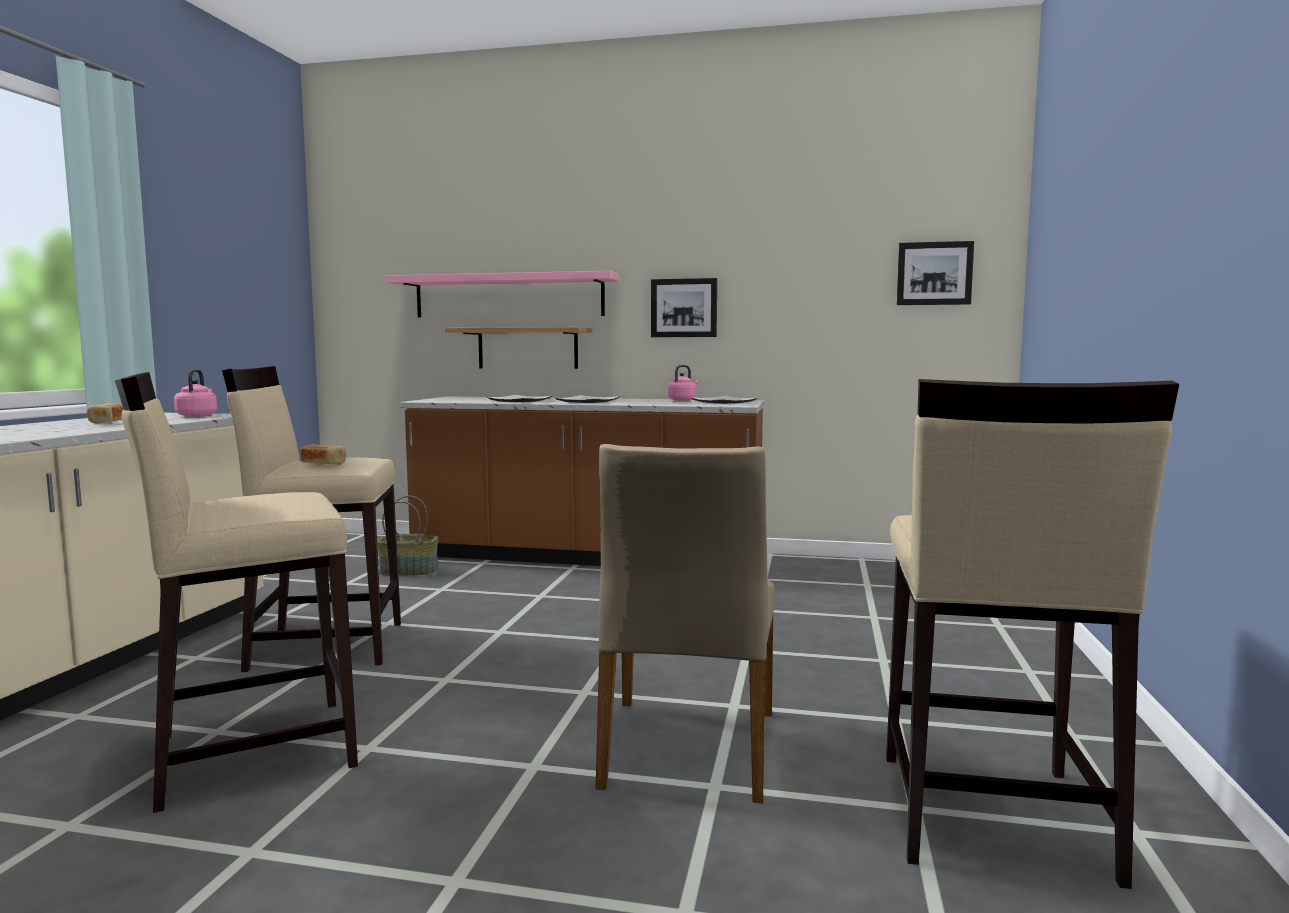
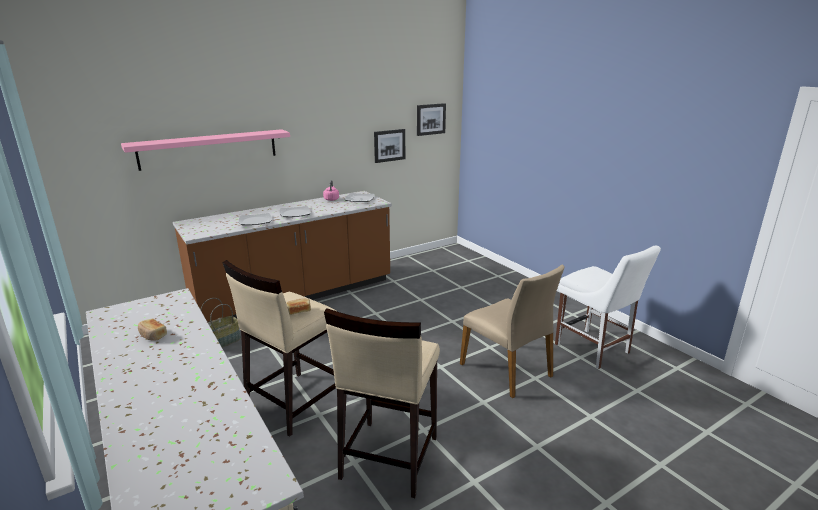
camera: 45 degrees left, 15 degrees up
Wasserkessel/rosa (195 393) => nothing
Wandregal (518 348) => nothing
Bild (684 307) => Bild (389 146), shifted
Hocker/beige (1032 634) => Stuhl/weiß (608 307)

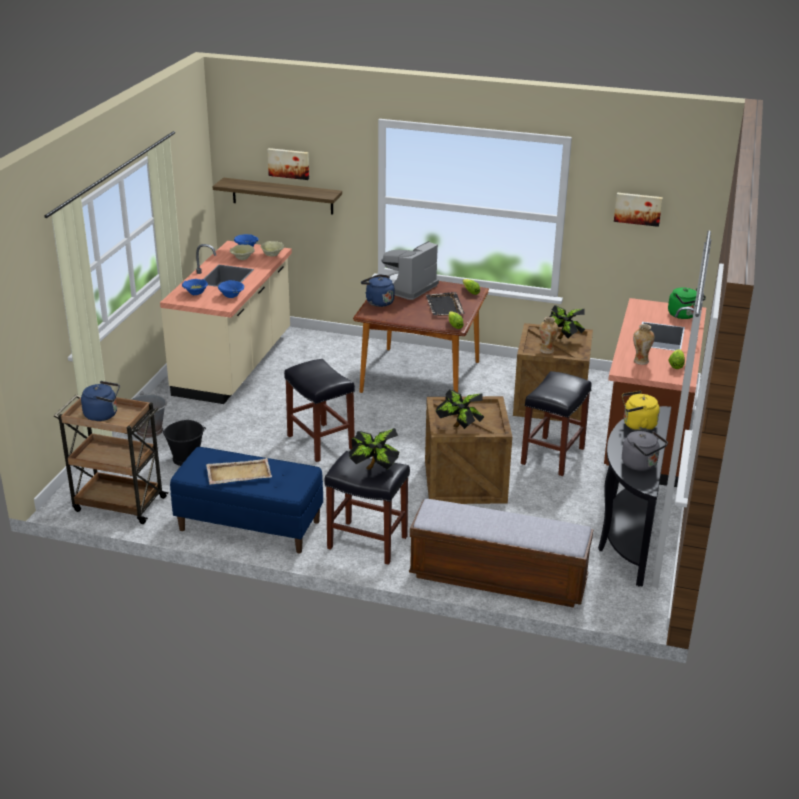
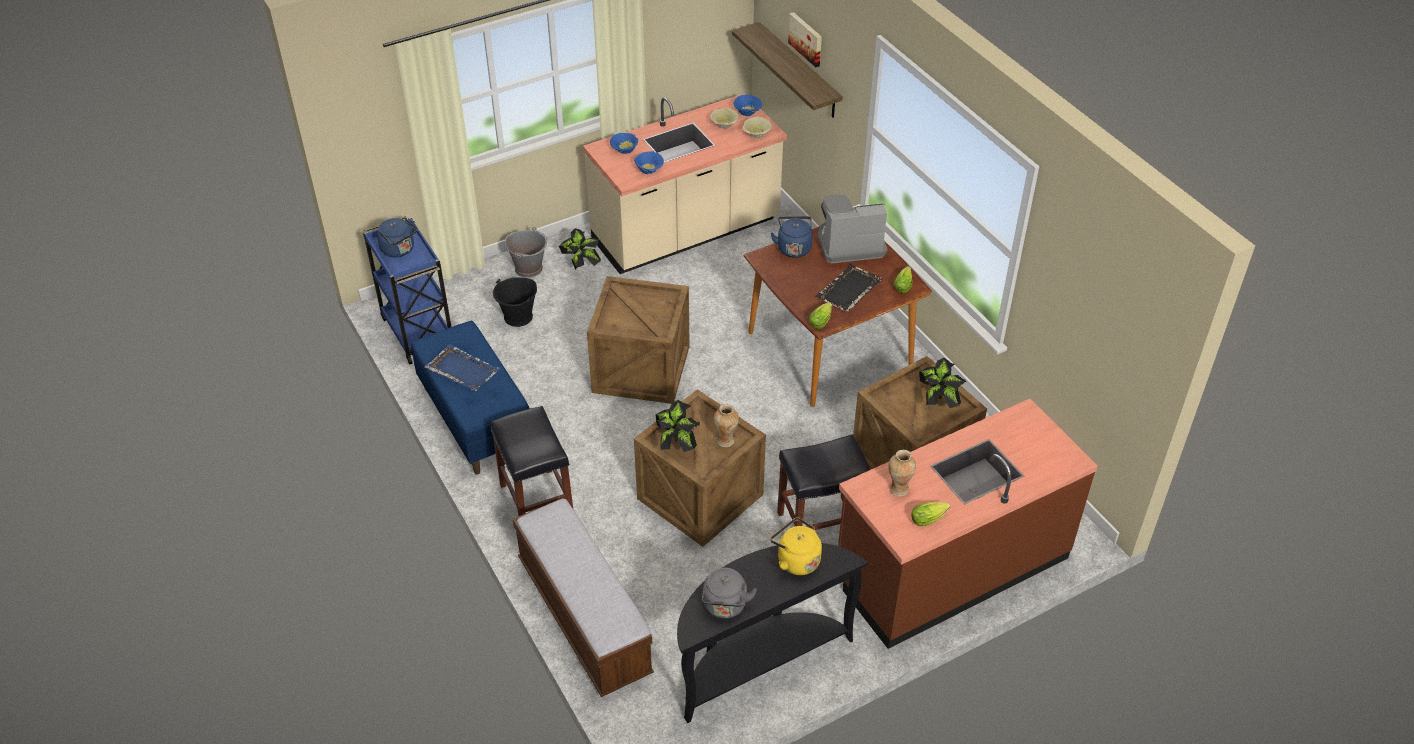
camera: 45 degrees right, 15 degrees up
Bild (638 210) => nothing
Wasserkessel/grün (687 303) => nothing
Topfpflanze (374 449) => Topfpflanze (580 249), shifted
Vase (548 335) => Vase (726 425), shifted
Hocker/schwarz (319 410) => Kiste (638 340)
Rollwagen/braun (111 458) => Rollwagen/blau (407 290)
Tablett/beige (239 471) => Tablett/blau (462 367)

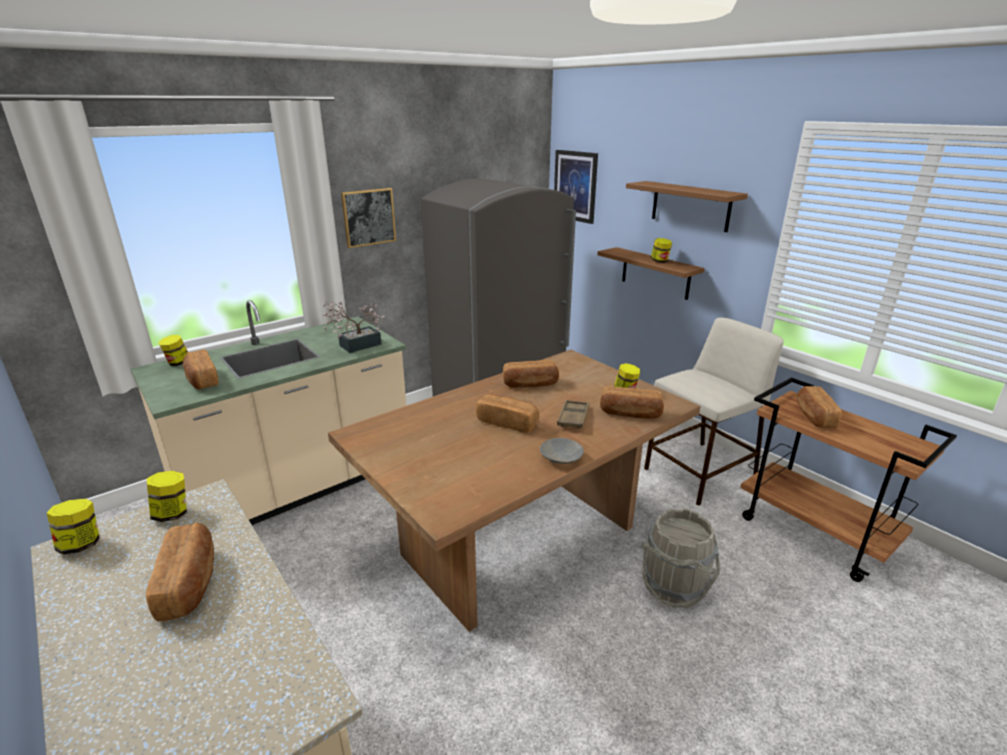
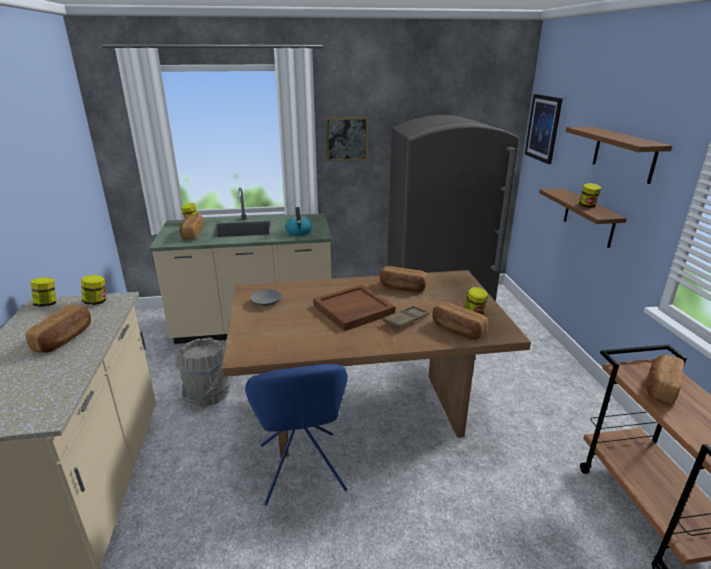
camera: 30 degrees right, 0 degrees up
Hocker/beige (714 411) => nothing
nothing => Stuhl/blau (296 434)
Schüssel/grau (562 451) => Schüssel/grau (266 297), shifted
Eimer/grau (680 558) => Eimer/grau (203 372), shifted
Topfpflanze (353 327) => Wasserkessel (298 221)
Brot (507 413) => Tablett/braun (354 308)

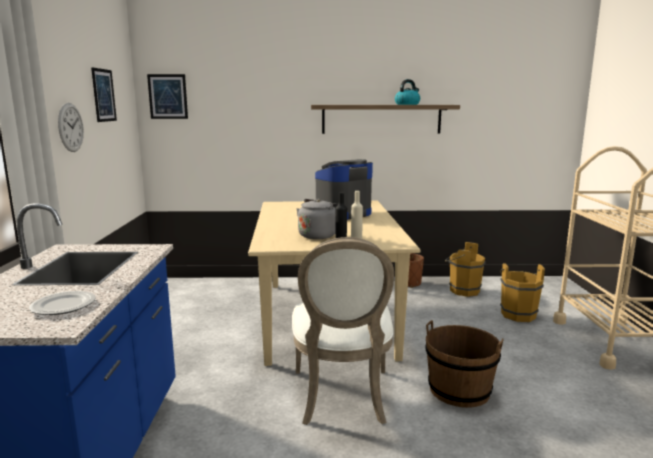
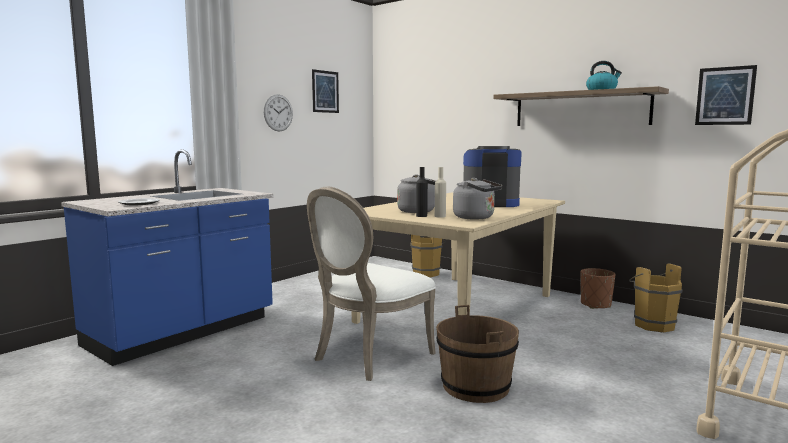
camera: 40 degrees right, 5 degrees down
nothing => Wasserkessel/grau (478 199)
Bild (167 96) => Bild (726 95), shifted
Eimer/braun (522 292) => Eimer/braun (427 256), shifted

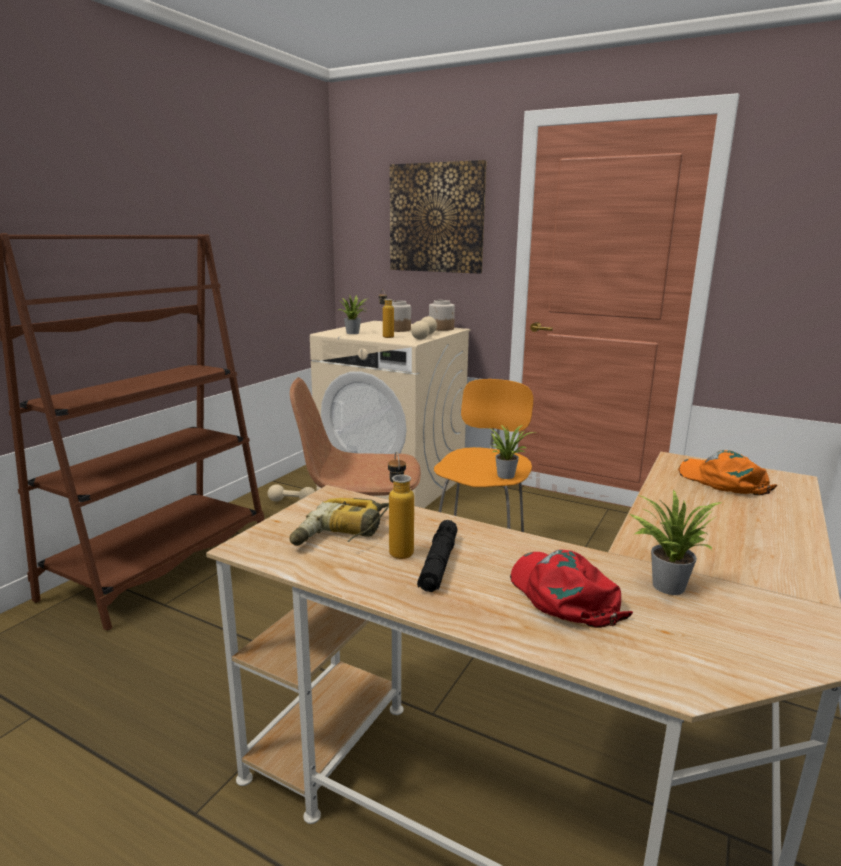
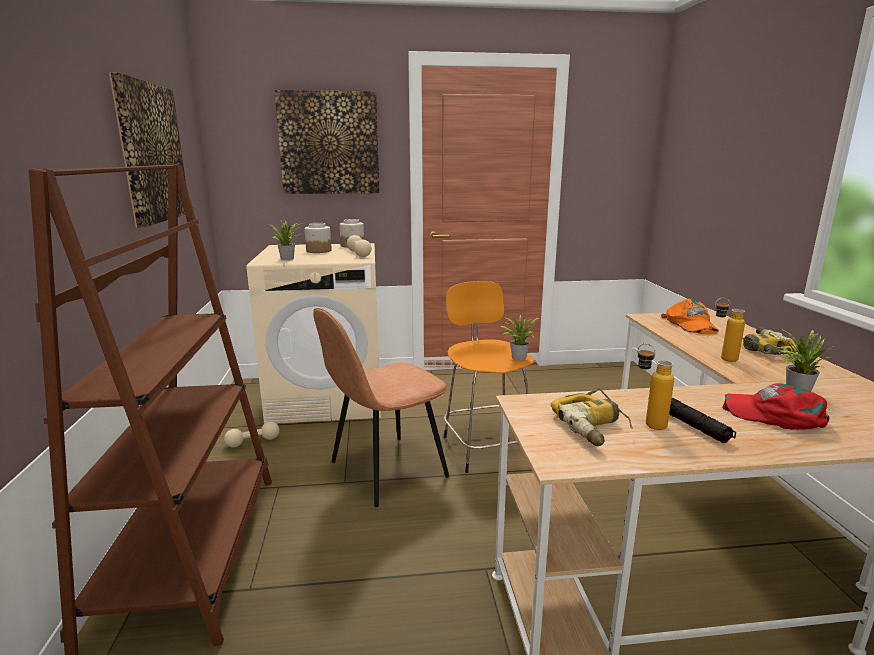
camera: 35 degrees left, 0 degrees up
nothing => Bild (147 149)
nothing => Bohrmaschine (769 341)
Flasche (386 314) => Flasche (730 330), shifted
Kappe/orange (728 472) => Kappe/orange (690 316), 120 degrees counterclockwise

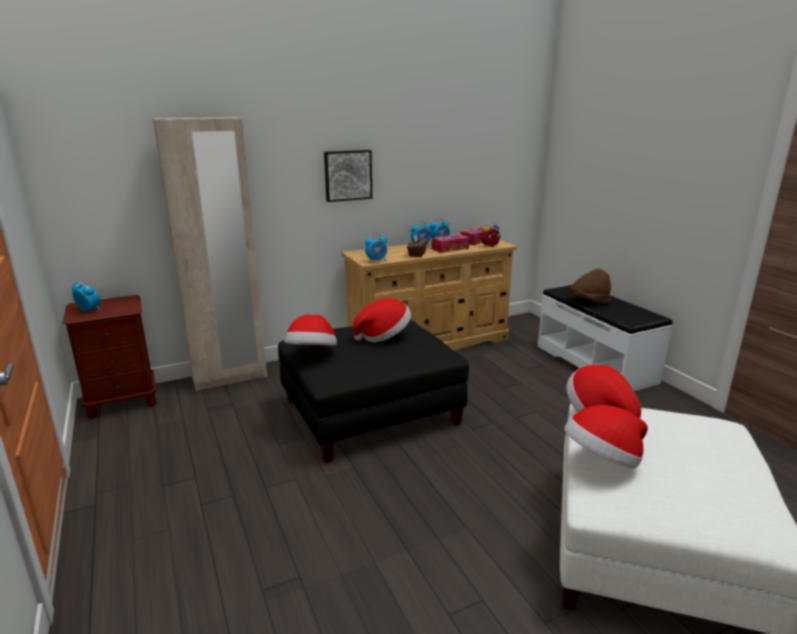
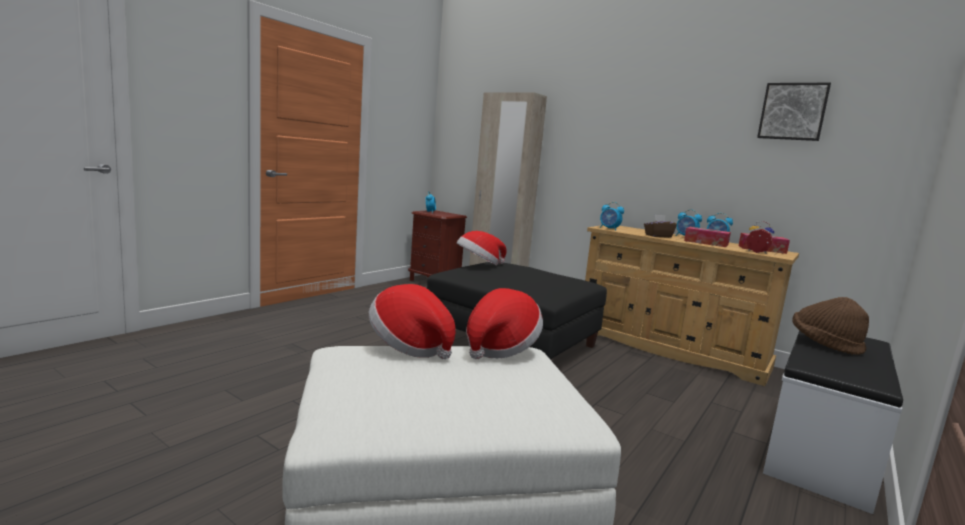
camera: 60 degrees right, 10 degrees down
Hut (382 320) => nothing
Bild (348 176) => Bild (794 112), shifted

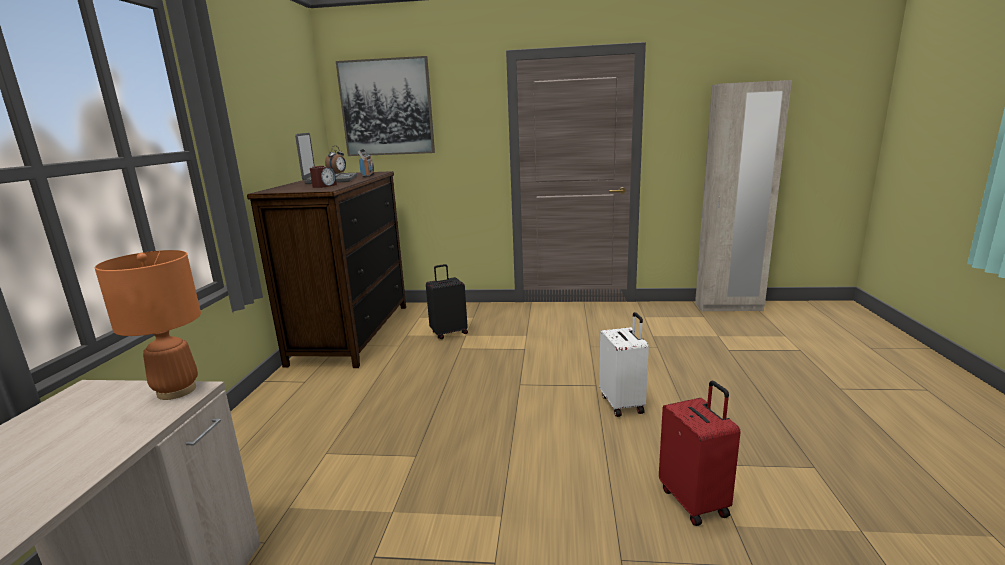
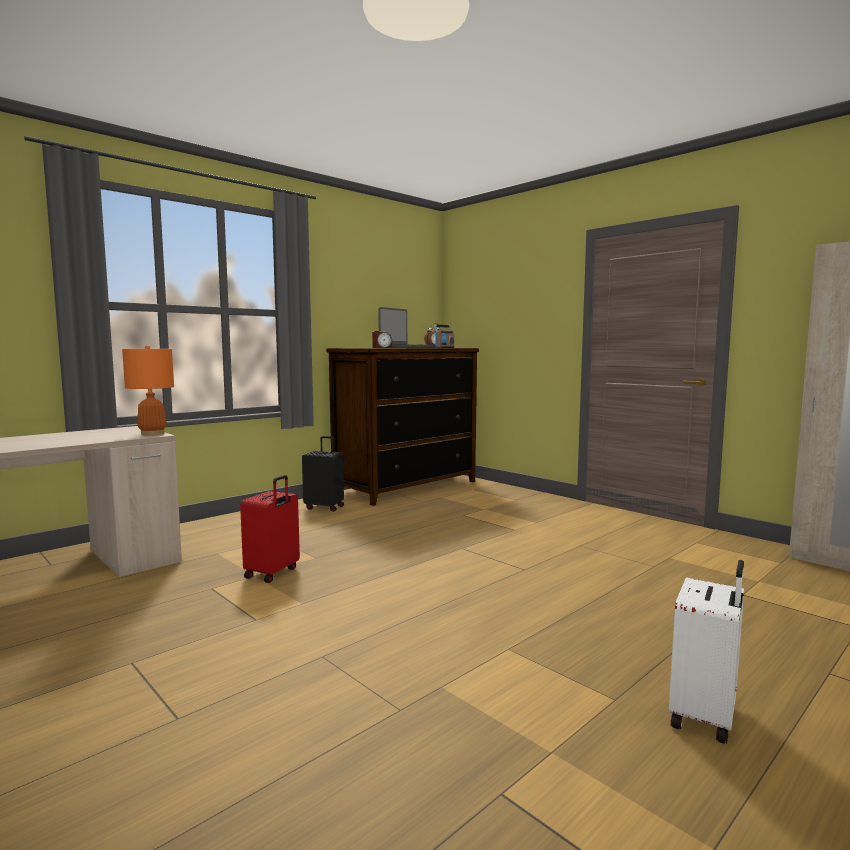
camera: 40 degrees right, 10 degrees down
Bild (385 106) => nothing
Koffer/schwarz (447 301) => Koffer/schwarz (323 474), shifted
Koffer/weiß (624 364) => Koffer/weiß (706 652), shifted
Koffer/rot (700 453) => Koffer/rot (270 529), shifted

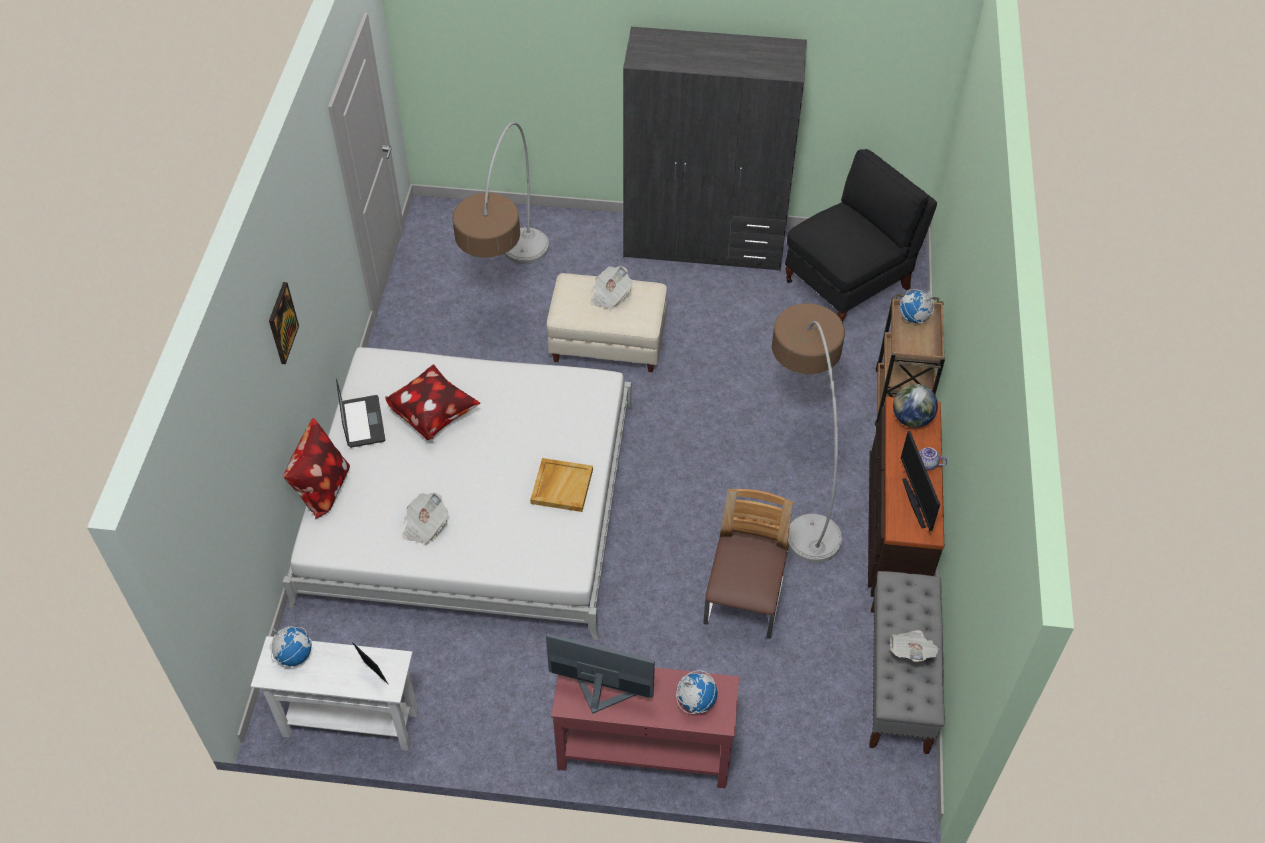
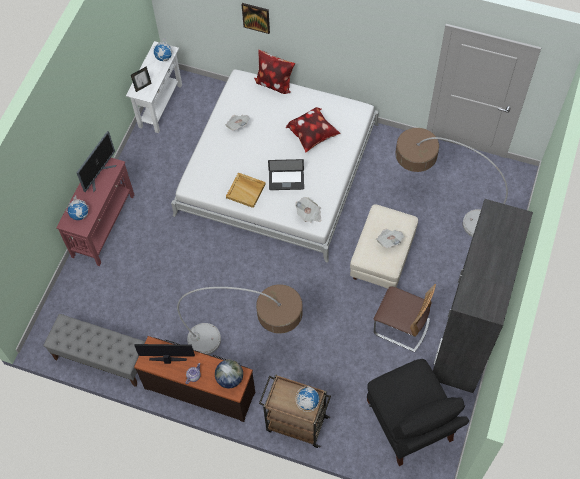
camera: 105 degrees right, 10 degrees up
Bild (284 323) => Bild (255 18), shifted
Laptop (360 413) => Laptop (286 174), shifted
Stuhl (748 563) => Stuhl (405 318), shifted
Zeitung (914 646) => Zeitung (308 210), shifted

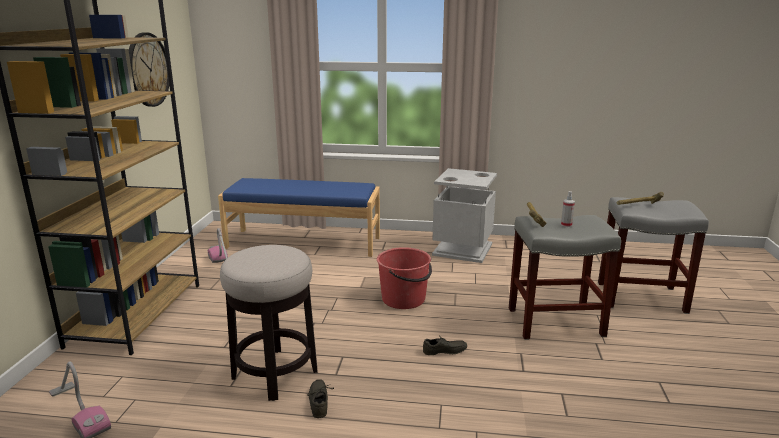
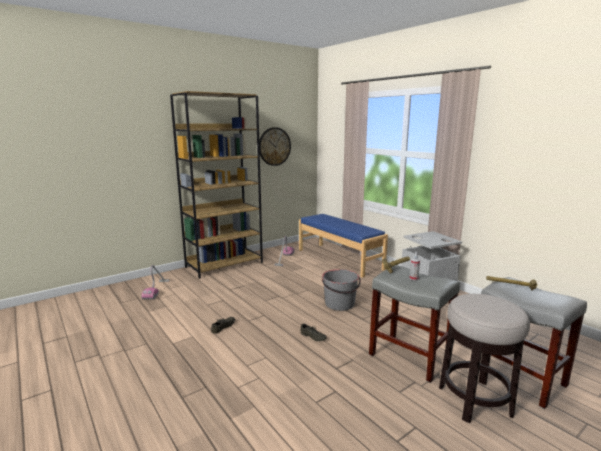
camera: 45 degrees right, 5 degrees down
Hocker (268 323) => Hocker (484 358), shifted
Eimer/rot (404 278) => Eimer/grau (341 290)

